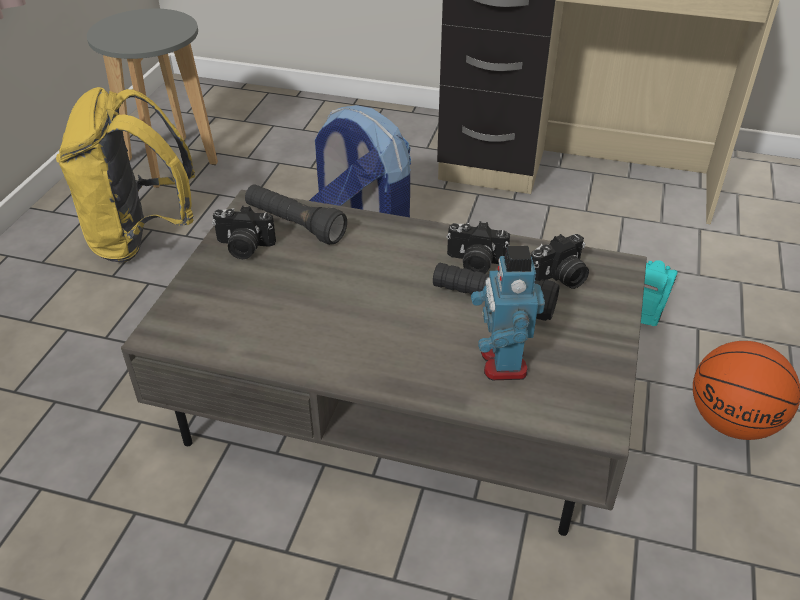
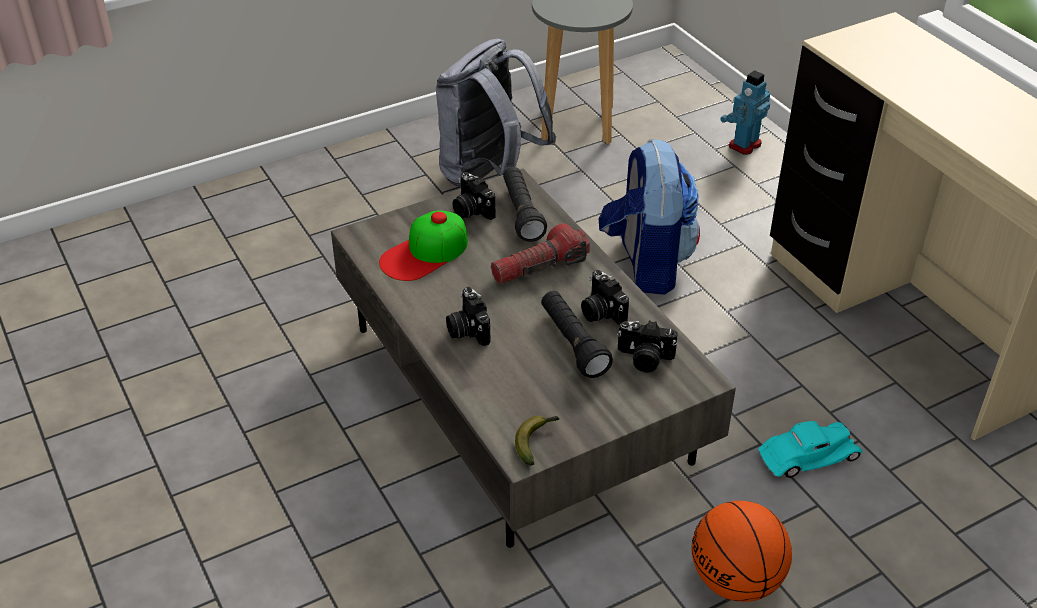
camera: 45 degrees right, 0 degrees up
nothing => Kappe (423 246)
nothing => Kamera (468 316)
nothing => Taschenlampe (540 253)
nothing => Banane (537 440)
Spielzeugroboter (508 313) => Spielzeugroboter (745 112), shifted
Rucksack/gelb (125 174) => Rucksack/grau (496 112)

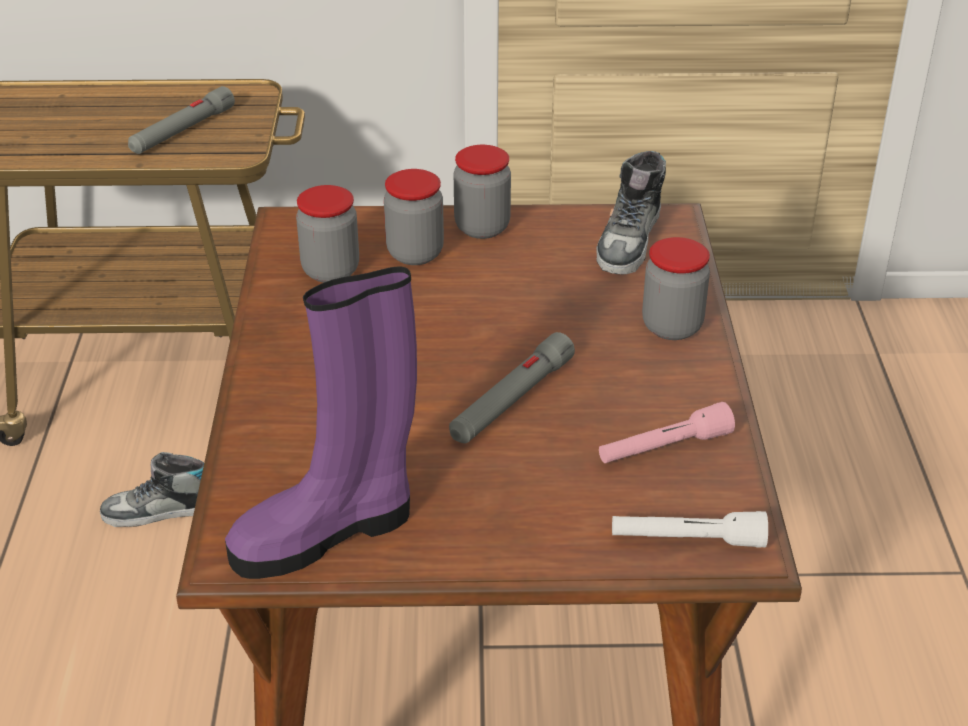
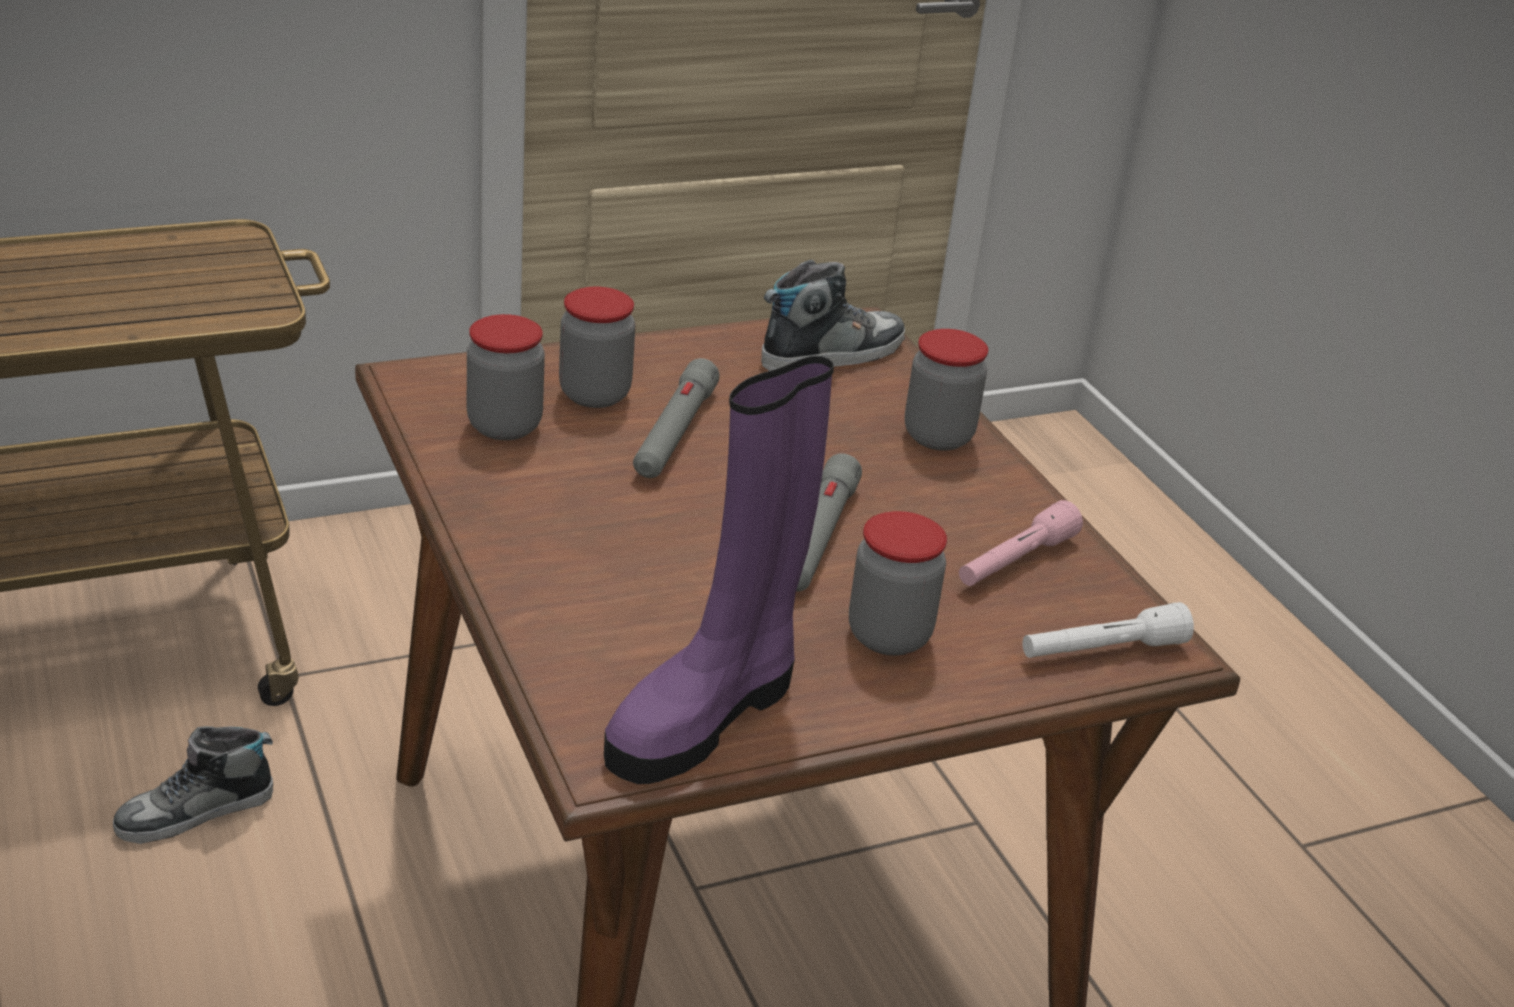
camera: 25 degrees left, 5 degrees down
Taschenlampe/grau (181 120) => Taschenlampe/grau (676 418), shifted
Vorratsglas (482 192) => Vorratsglas (898 583), shifted
Schuh (631 213) => Schuh (833 315), 120 degrees counterclockwise

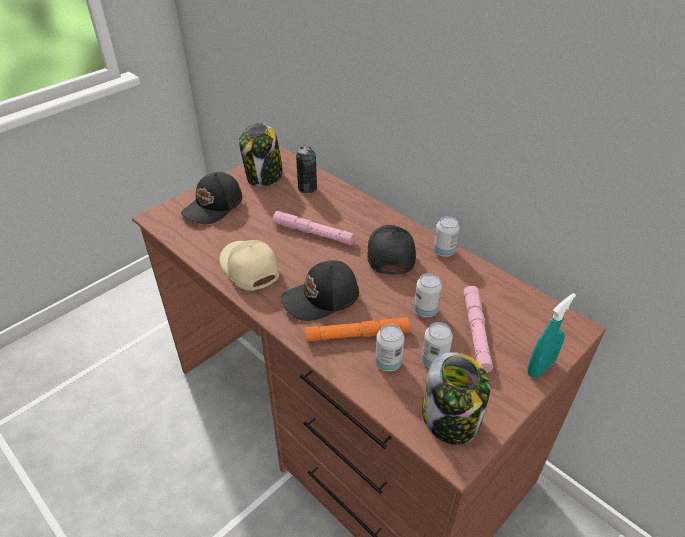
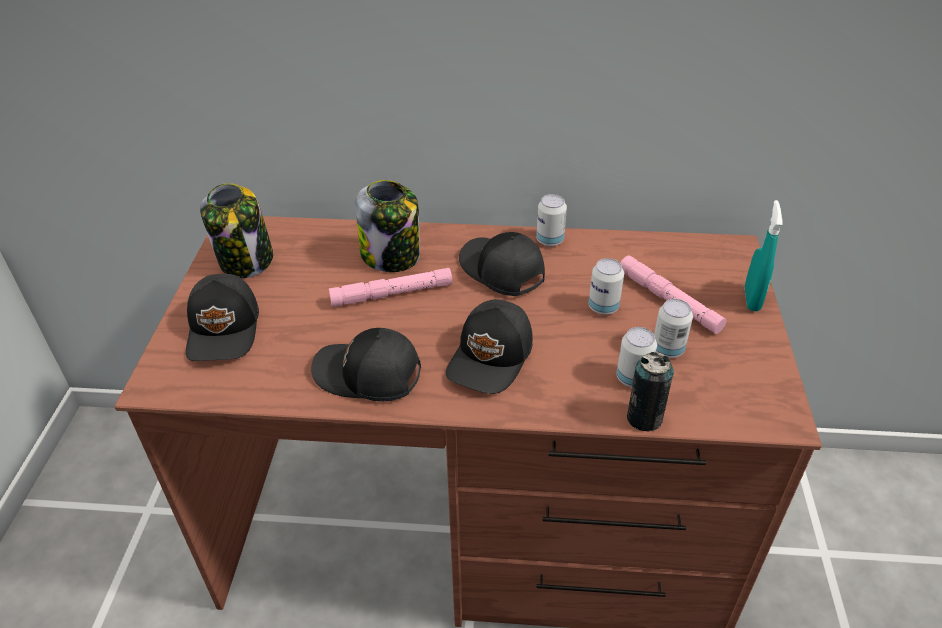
camera: 40 degrees left, 0 degrees up
Taschenlampe/orange (357 329) => nothing
Dose (306 169) => Dose (650 391), shifted
Vorratsglas (456 398) => Vorratsglas (388 226), shifted
Kappe/beige (250 265) => Kappe/schwarz (366 364)

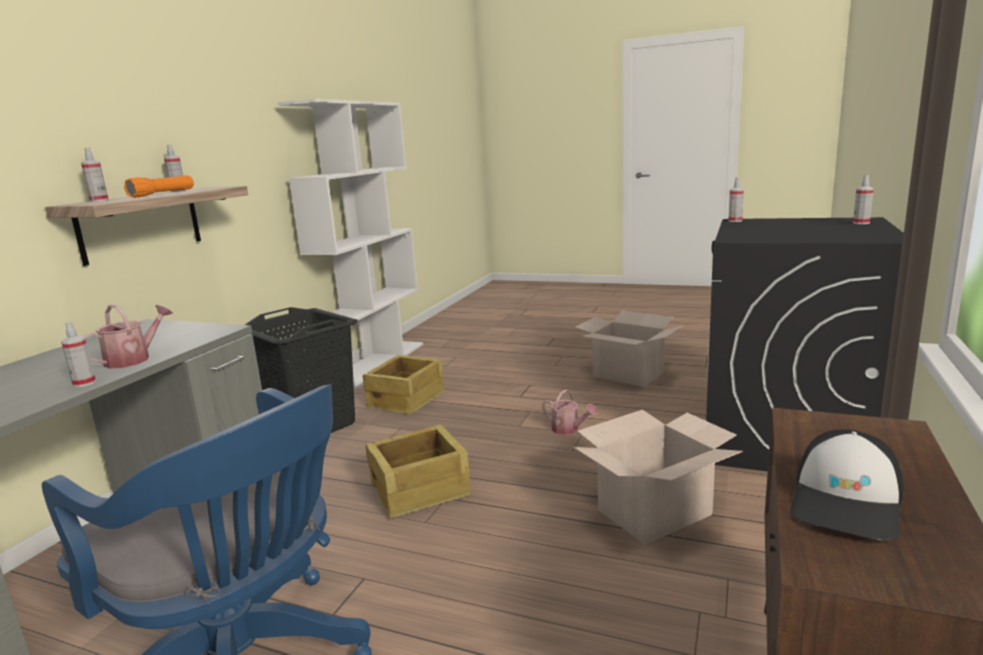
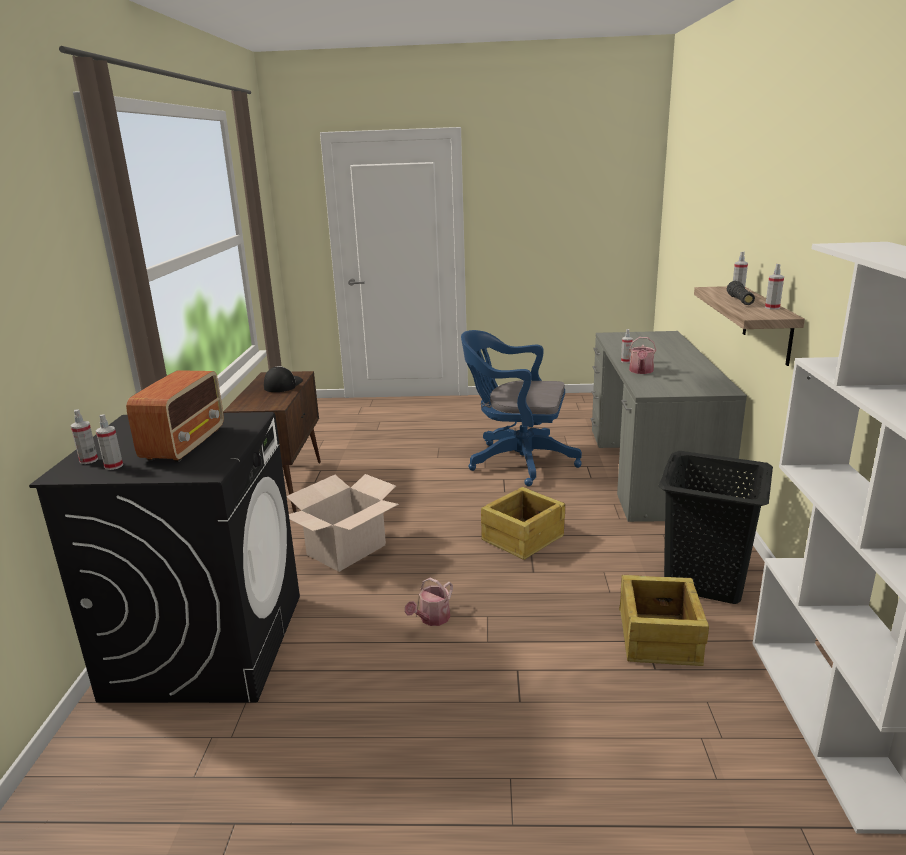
camera: 160 degrees right, 5 degrees up
Karton (629 349) => nothing
nothing => Radio (175 416)
Sprühflasche (736 199) => Sprühflasche (109 442), shifted
Taschenlampe/orange (159 186) => Taschenlampe/schwarz (741 293)
Gießkanne (570 412) => Gießkanne (429 602), 75 degrees counterclockwise

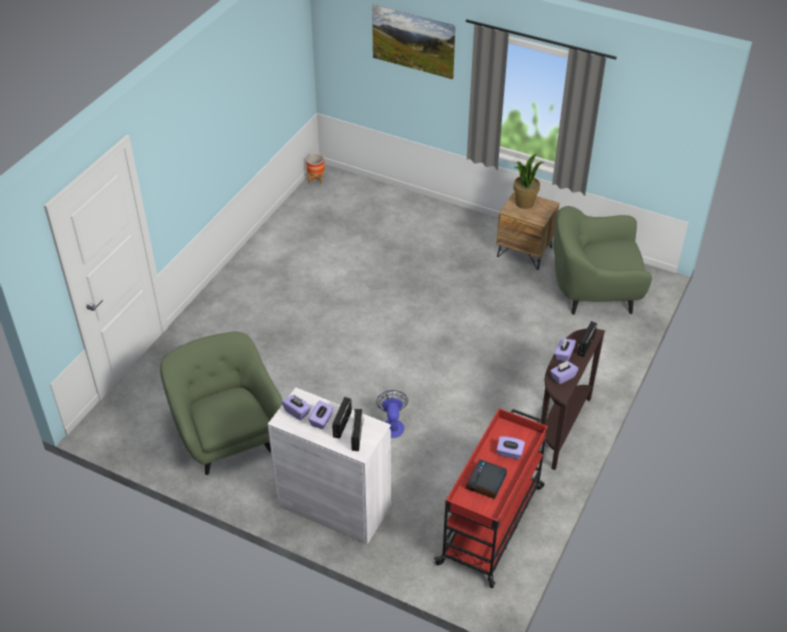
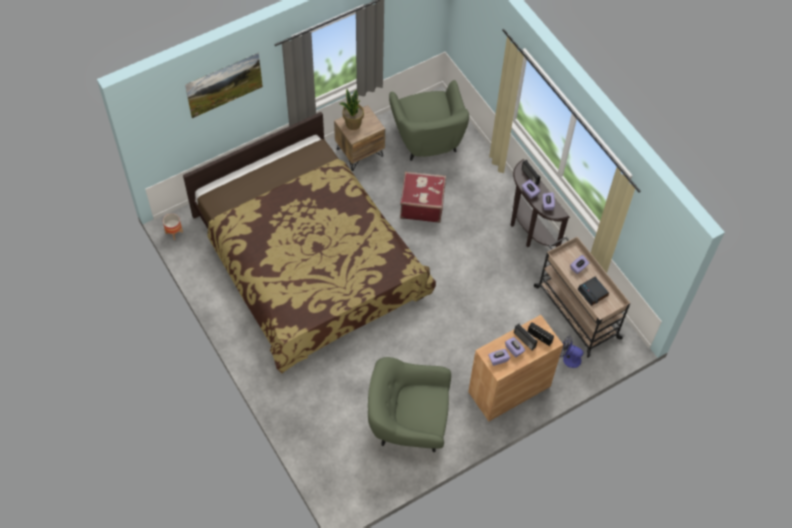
camera: 60 degrees left, 15 degrees up
nothing => Bett (309 243)
nothing => Koffer/rot (423 197)
Ventilator (392 414) => Ventilator (572 351), shifted
Schrank/weiß (329 465) => Schrank/braun (515 368)
Rollwagen/rot (491 498) => Rollwagen/beige (582 297)
Sessel/grün (603 260) => Sessel/grün (429 120), 45 degrees counterclockwise

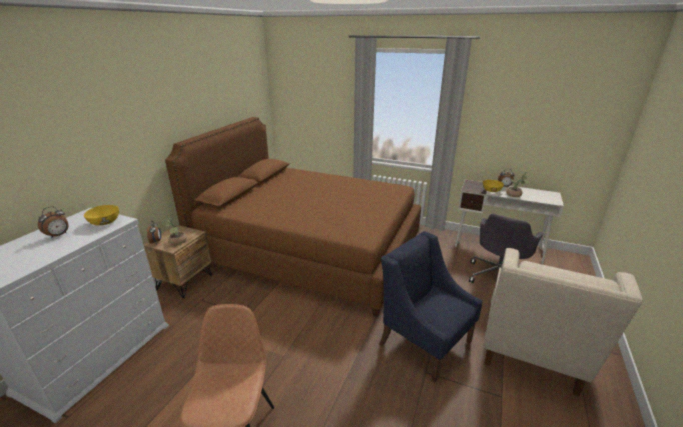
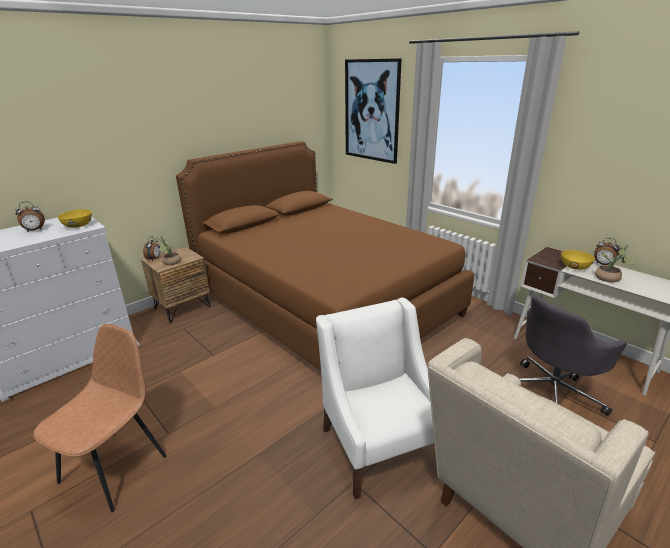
camera: 25 degrees right, 0 degrees up
nothing => Bild (373 111)
Sessel/blau (430 307) => Sessel/weiß (375 398)

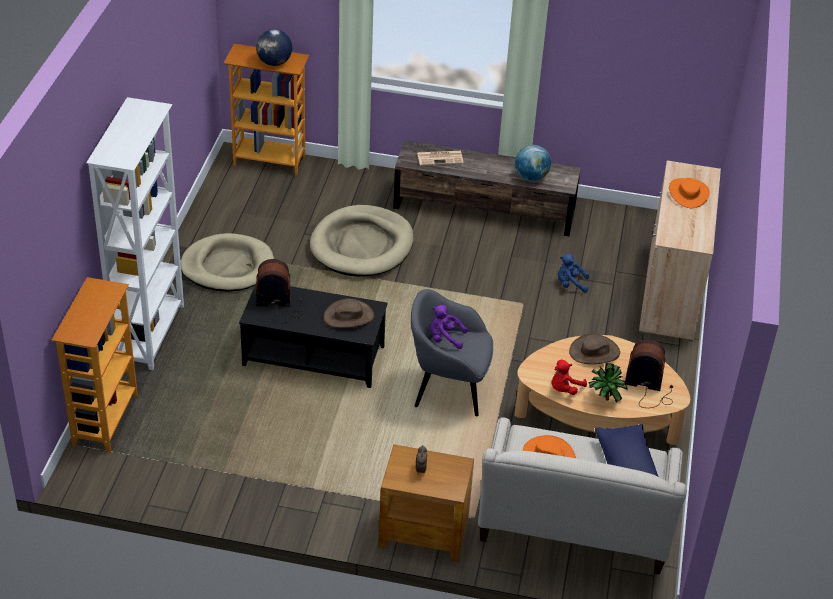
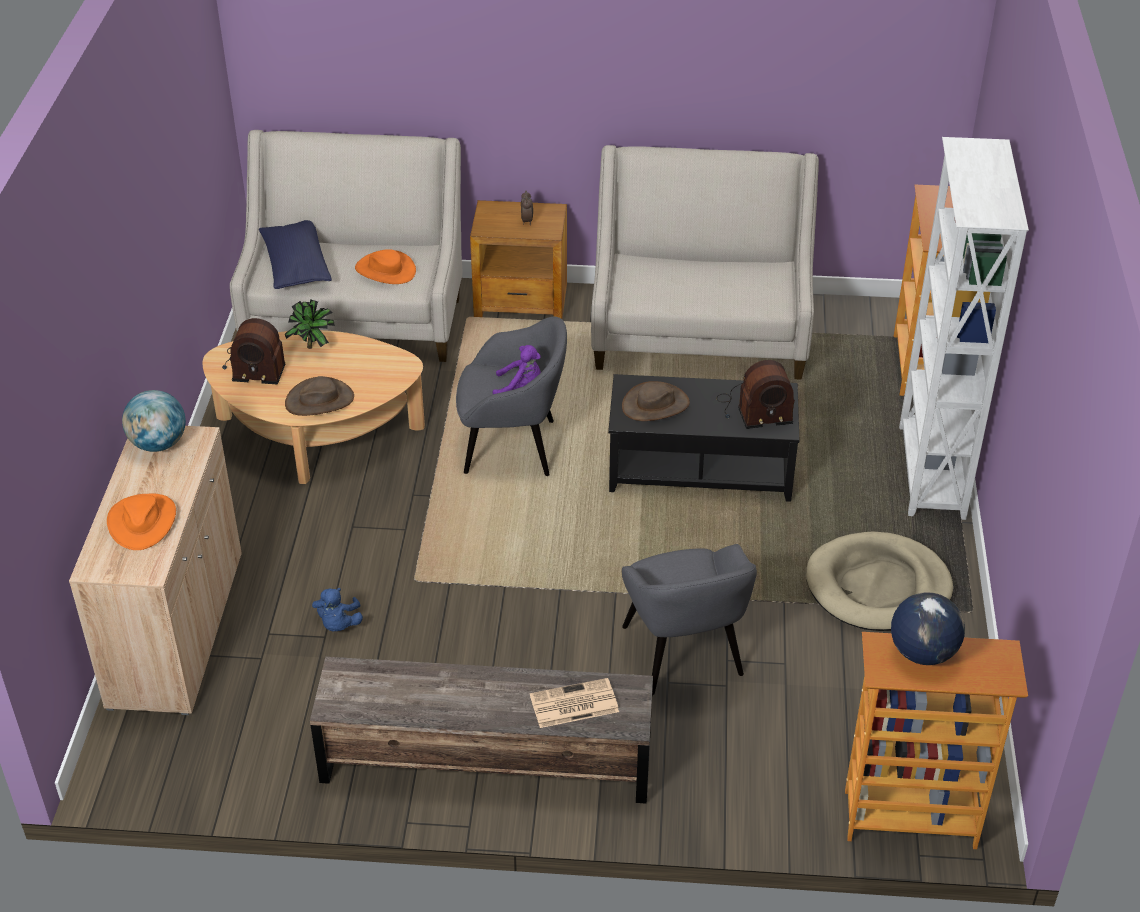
camera: 175 degrees right, 0 degrees up
Plüschtier/rot (569 377) => nothing
nothing => Sofa/beige (705 262)
Globus (533 163) => Globus (154 421), shifted
Hundebett/beige (361 240) => Sessel/grau (689 619)
Plüschtier/blau (573 273) => Plüschtier/blau (337 609), 90 degrees clockwise

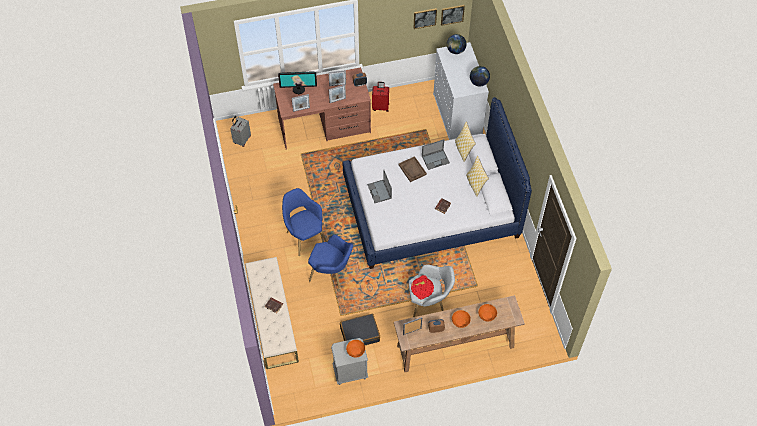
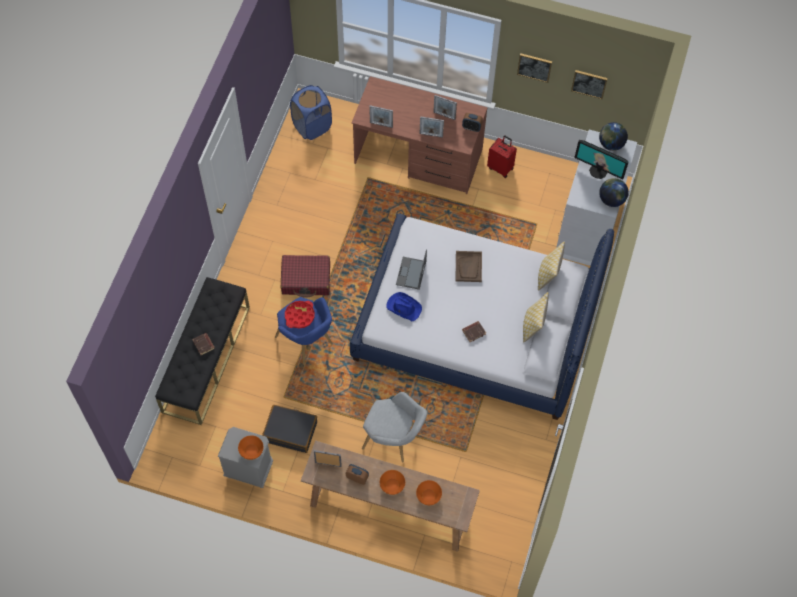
camera: 30 degrees right, 5 degrees up
Laptop (436 154) => nothing
nothing => Hut/blau (404 307)
Monitor (297 83) => Monitor (601 159), shifted
Tablett/rot (422 287) => Tablett/rot (300 315), shifted
Bild (453 15) => Bild (534 68), shifted
Koffer/grau (240 131) => Wäschekorb/blau (311 112)
Sessel/blau (304 222) => Koffer/rot (305 276)
Bank/beige (272 313) => Bank/schwarz (202 351)

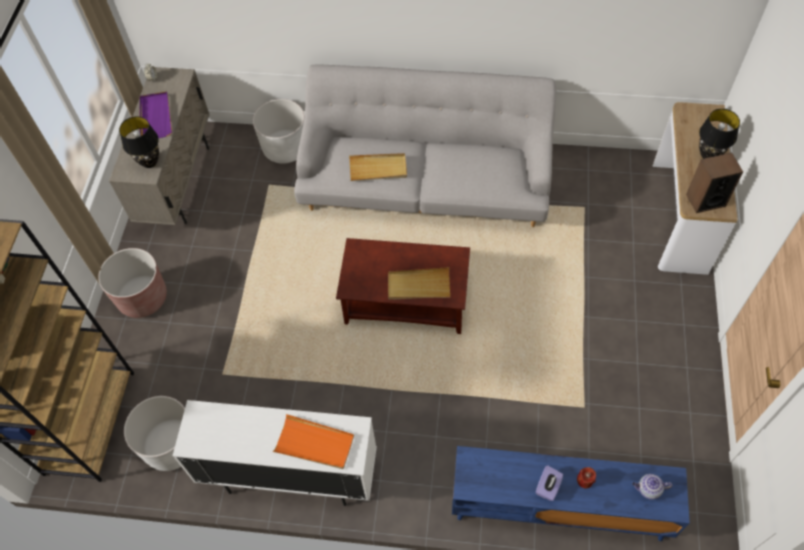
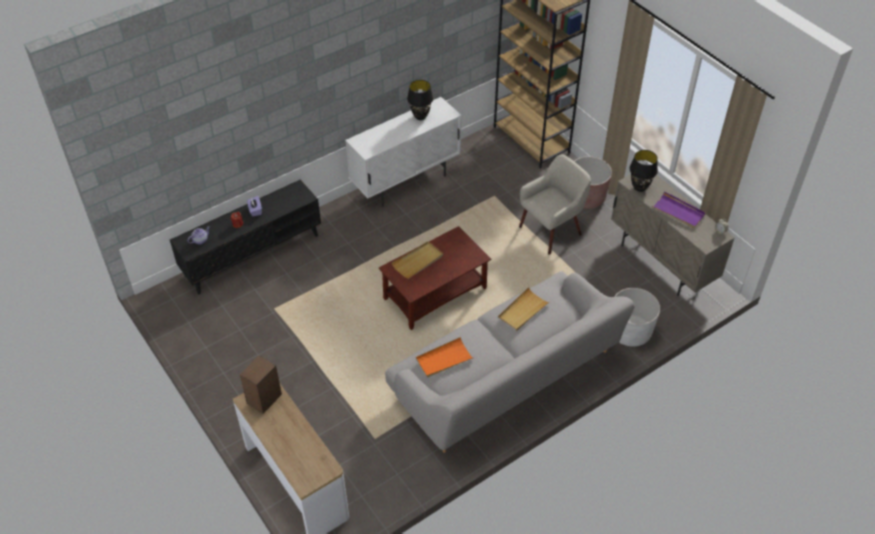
camera: 135 degrees right, 10 degrees down
Pflanzkübel/weiß (154 433) => nothing
nothing => Sessel/beige (555 204)
Tablett/orange (313 441) => Tablett/orange (444 357), shifted
Tischlampe/schwarz (719 134) => Tischlampe/schwarz (420 100), shifted
Fernsehschrank/blau (571 493) => Fernsehschrank/schwarz (245 236)

